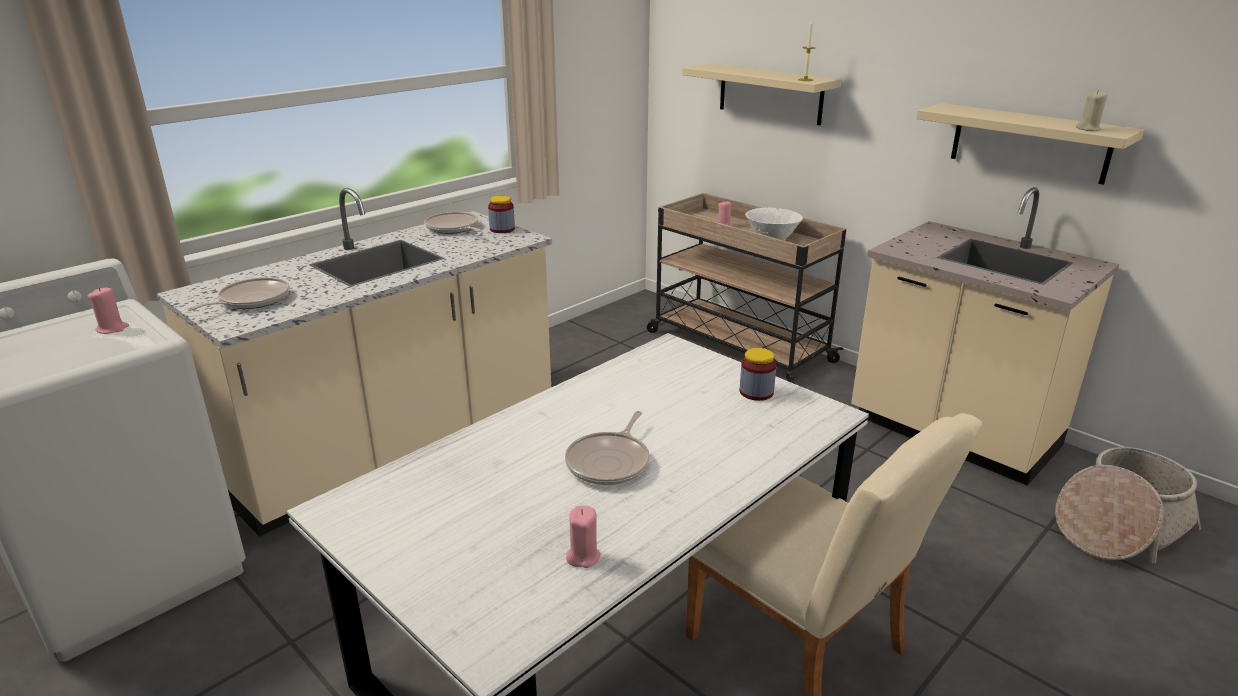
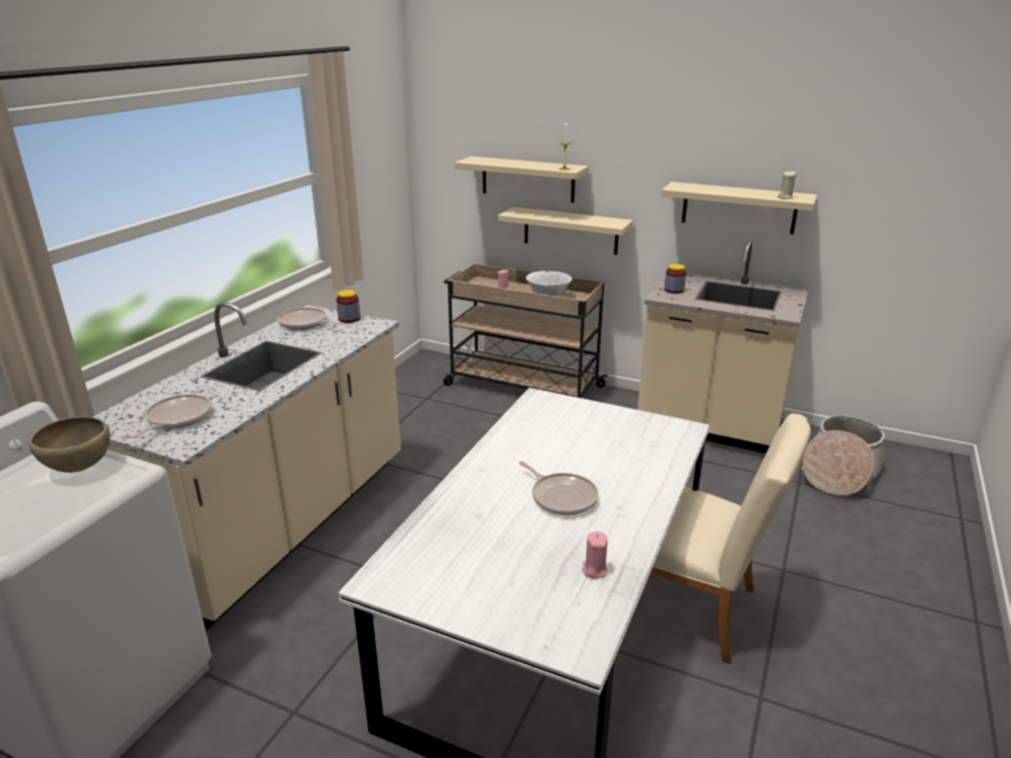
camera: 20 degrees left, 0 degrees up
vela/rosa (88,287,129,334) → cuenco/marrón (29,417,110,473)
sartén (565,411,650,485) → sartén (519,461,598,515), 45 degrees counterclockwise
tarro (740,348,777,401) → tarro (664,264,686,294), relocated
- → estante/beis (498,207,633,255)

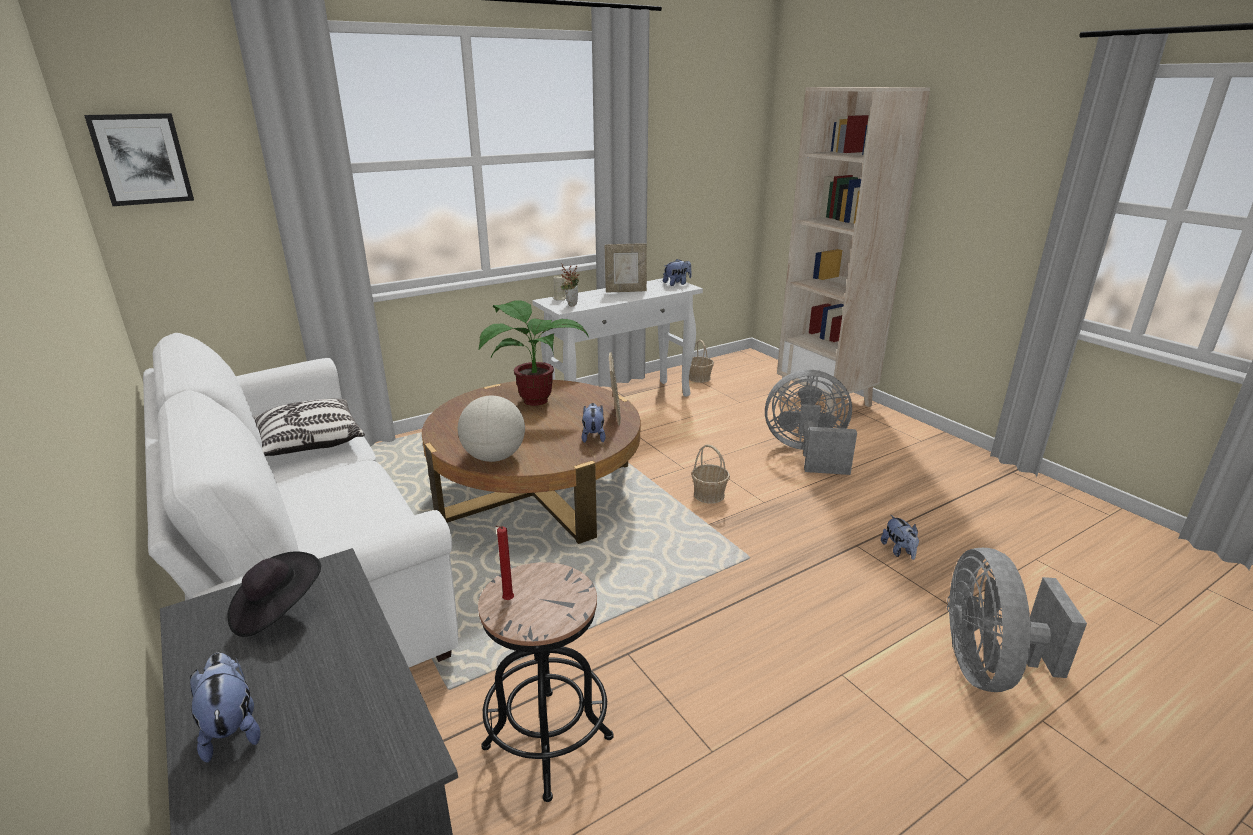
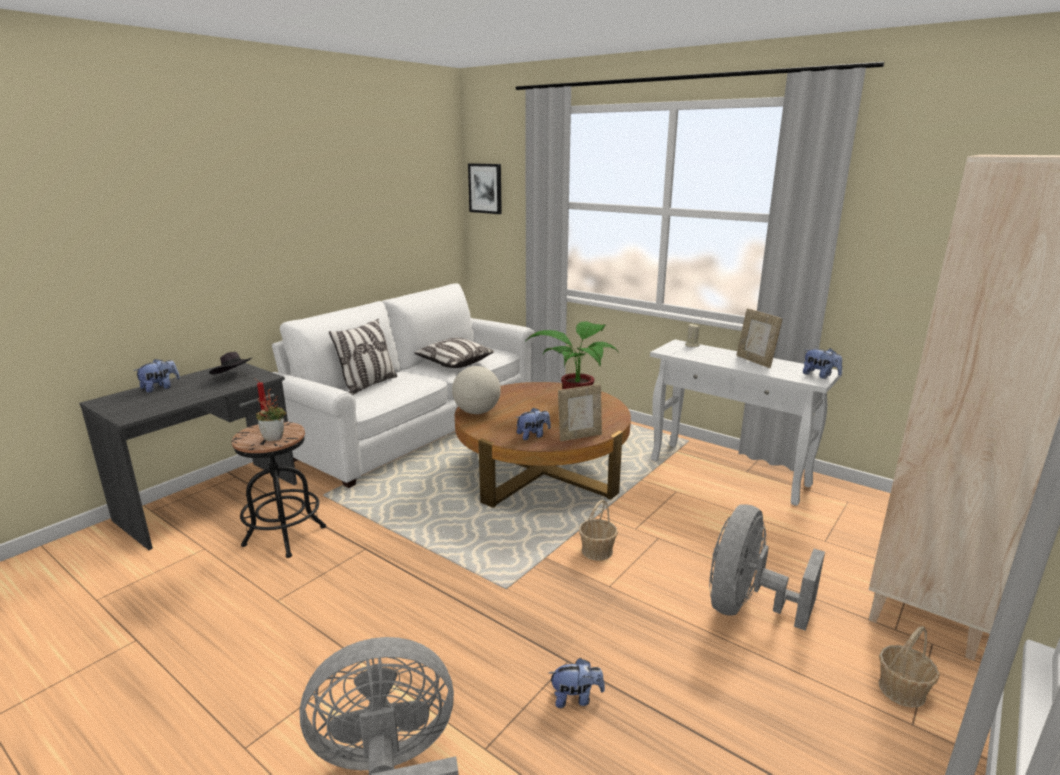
camera: 70 degrees right, 5 degrees down
planta en maceta (561,263,579,307) → planta en maceta (256,389,286,441), relocated
cesta (689,340,714,383) → cesta (879,626,940,707), relocated
ventilador/gris (765,370,857,475) → ventilador/gris (709,504,825,631), 135 degrees counterclockwise
peluche (881,515,919,560) → peluche (549,658,605,708), 150 degrees counterclockwise
- → cojín (329,319,397,395)

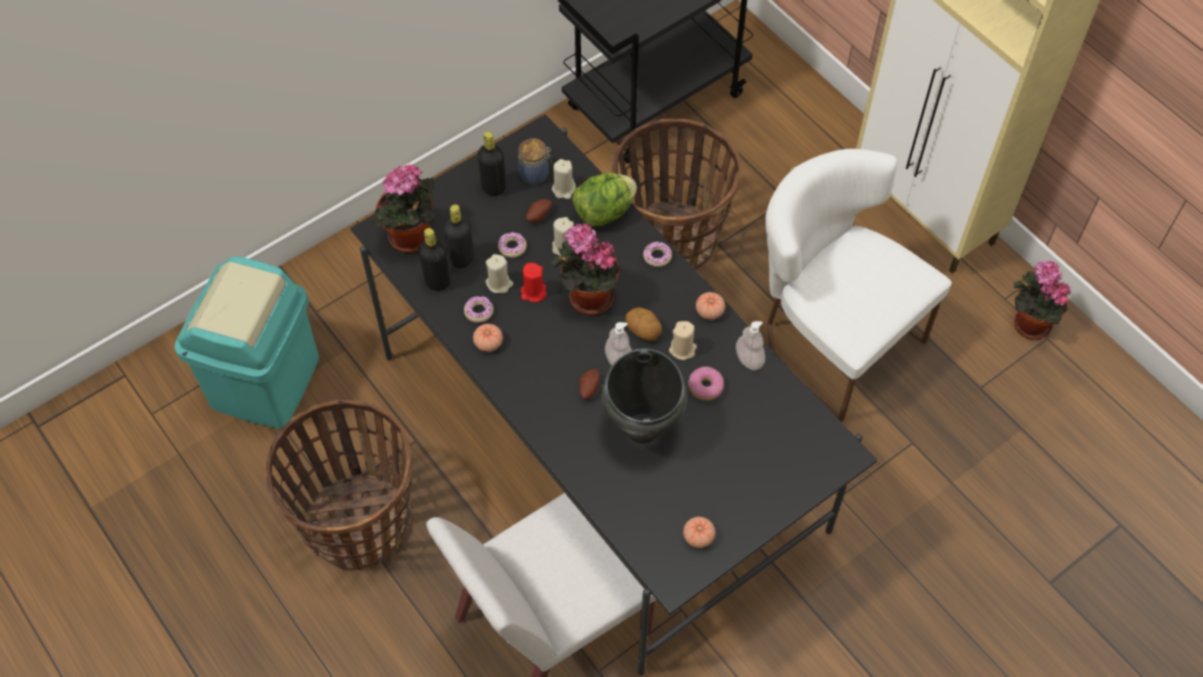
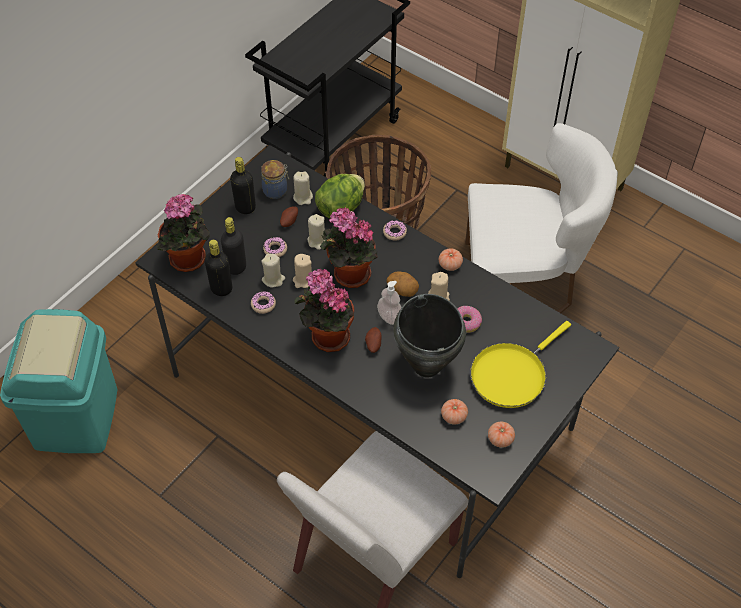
camera: 15 degrees left, 5 degrees down
cesta (266,400,412,570) → -
tomate (473,324,503,352) → tomate (441,399,468,424), relocated
vela/rojo (521,263,546,302) → vela/beis (293,254,312,288)
dispensador de jabón (736,321,765,370) → -
silla/blanco (765,149,952,422) → silla/blanco (465,123,618,313), 150 degrees clockwise
planta en maceta (1014,260,1071,340) → planta en maceta (294,269,354,352), relocated
- → sartén/amarillo (470,321,571,408)

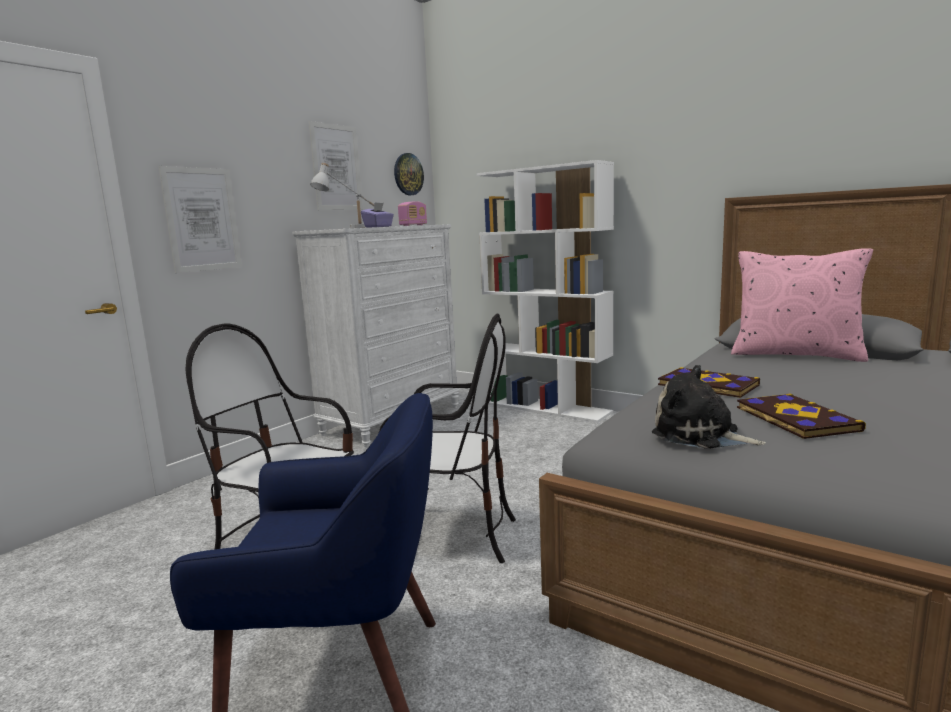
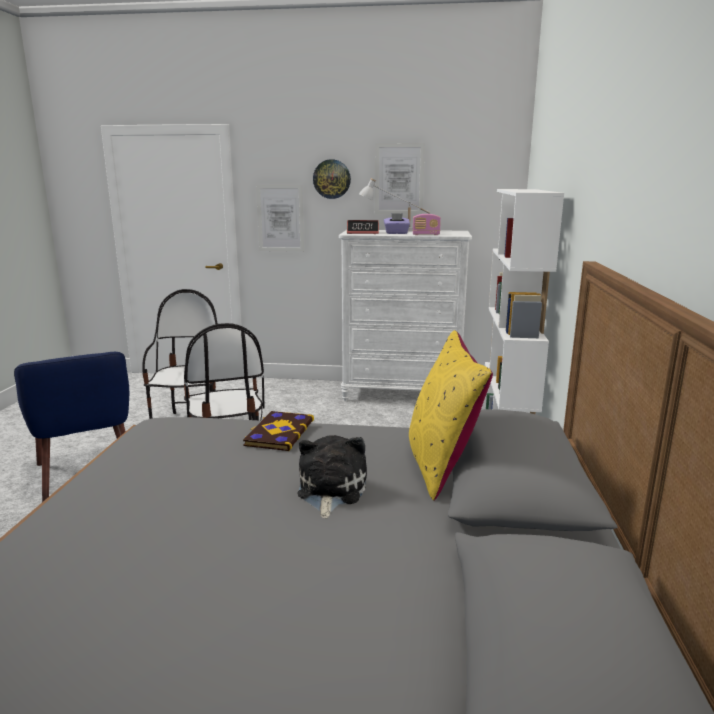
camera: 60 degrees right, 5 degrees up
reloj de pared (394,153,424,195) → reloj de pared (313,159,351,199), relocated
peluche (652,365,766,449) → peluche (298,435,367,519), relocated
cojín/rosa (731,248,873,362) → cojín/amarillo (409,330,493,501)
libro (737,393,866,439) → -
- → despertador (347,220,379,234)

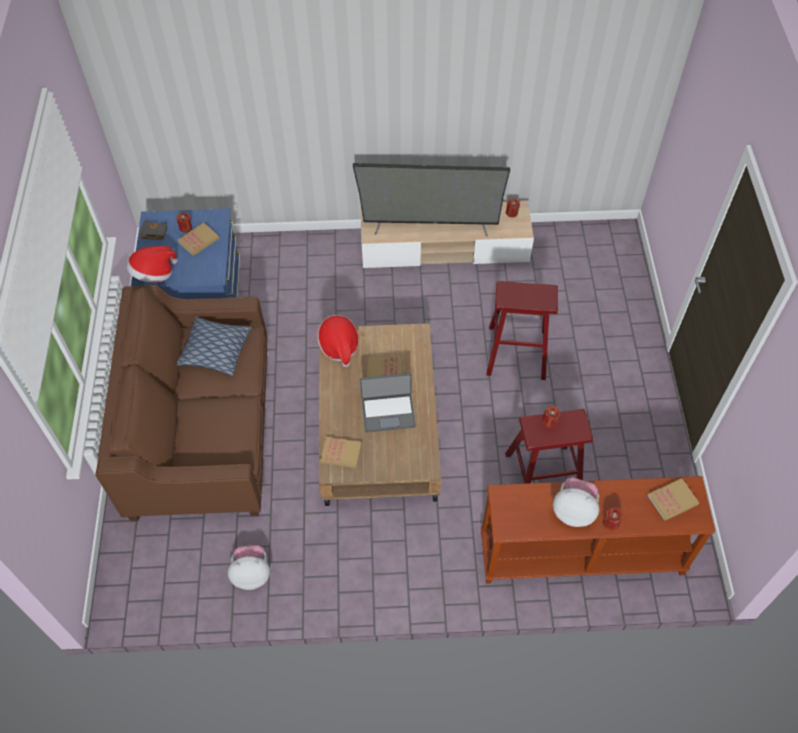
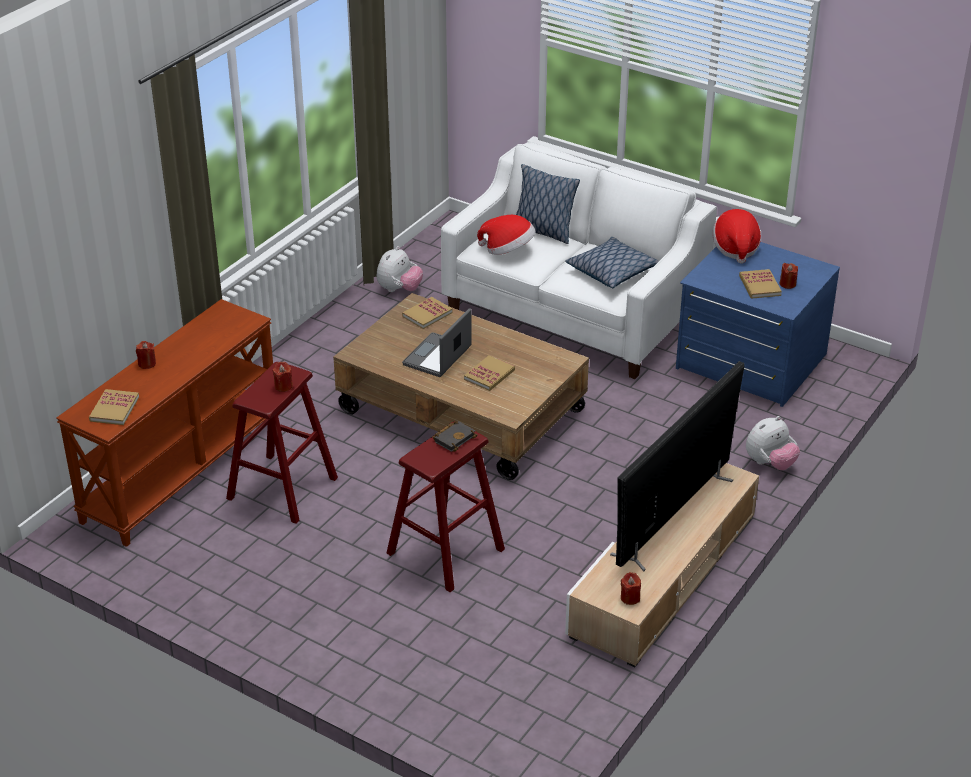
camera: 125 degrees right, 20 degrees down
sofá/marrón (95,285,268,521) → sofá/blanco (441,142,717,379)
libro/negro (139,221,168,240) → libro/negro (432,421,478,452), relocated
sombrero (317,315,359,367) → sombrero (477,215,535,255), relocated
peluche (553,477,600,527) → peluche (746,416,800,470), relocated
- → cojín (516,164,580,244)

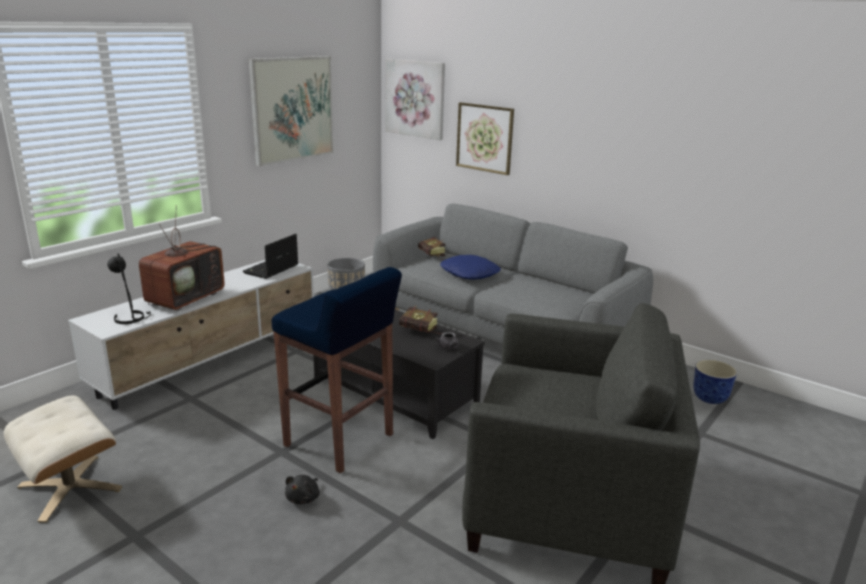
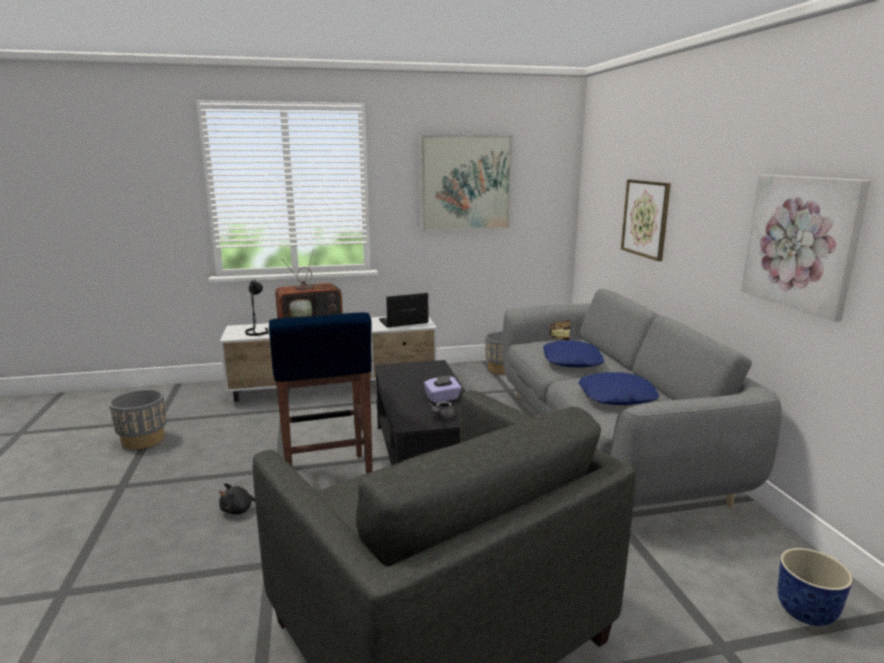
camera: 40 degrees right, 5 degrees down
puf/beis (4,396,122,523) → maceta/gris (109,389,167,449)
cuadro (386,59,445,140) → cuadro (741,175,871,322), relocated
libro (399,306,442,334) → caja de pañuelos/morado (424,375,461,403)
- → cojín/azul (579,372,659,405)

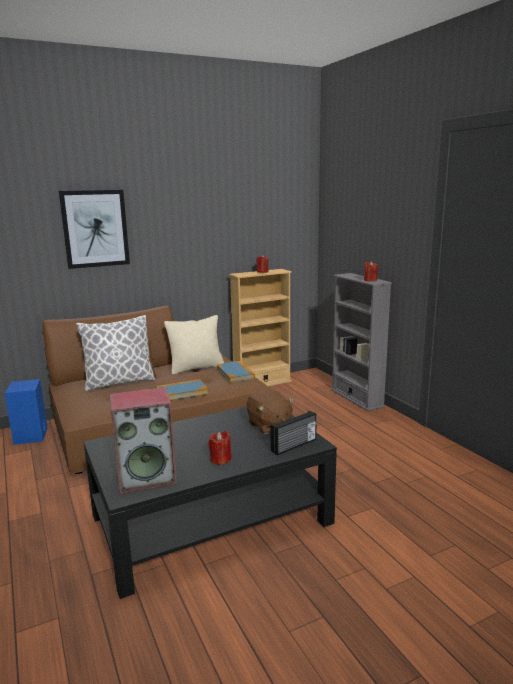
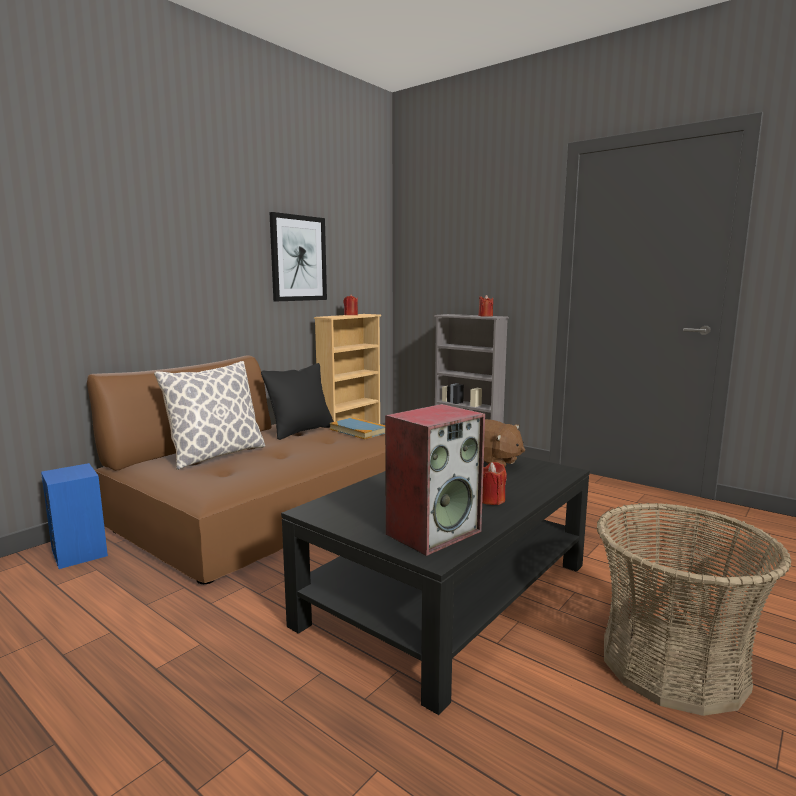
camera: 25 degrees left, 5 degrees down
cuadro (59,190,130,269) → cuadro (269,212,327,301), relocated
libro (156,379,208,400) → -
cojín/beis (164,315,224,374) → cojín/negro (261,363,334,440)
radio (270,411,317,455) → -
- → cesta (597,503,792,716)

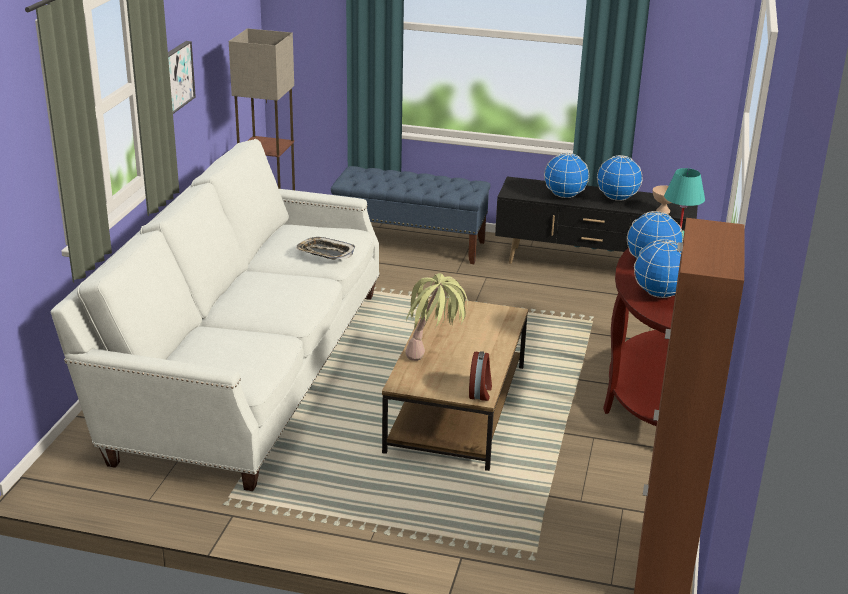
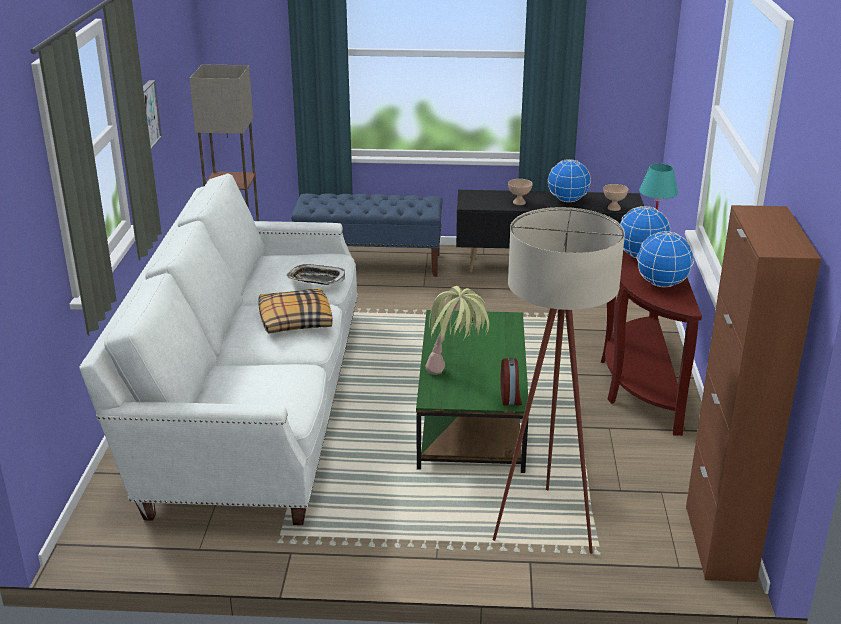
camera: 10 degrees left, 0 degrees up
mesa de centro/marrón (382,296,528,471) → mesa de centro/verde (416,310,528,473)
globo terráqueo (544,153,589,198) → cuenco/beis (508,179,533,205)
- → cojín (258,288,333,334)
- → lámpara de pie/beis (493,207,625,554)

